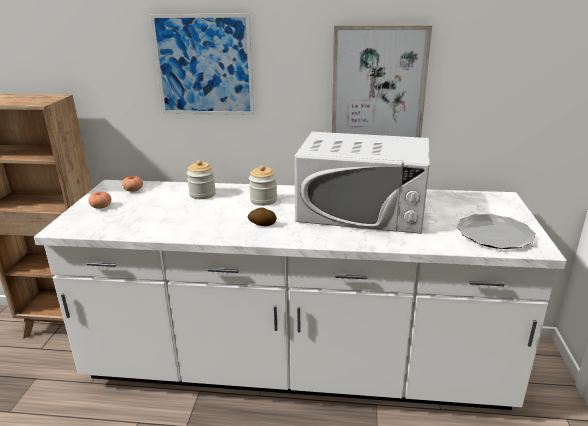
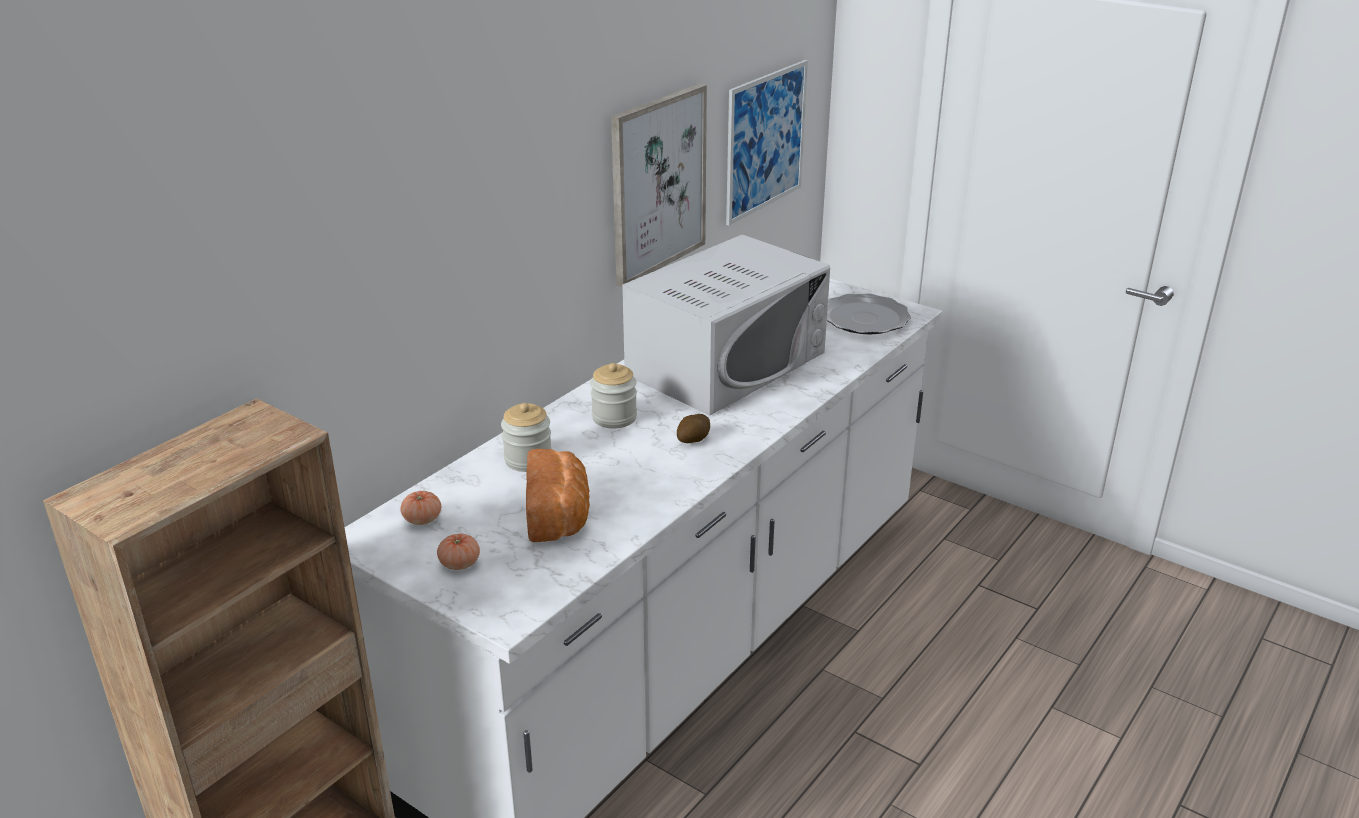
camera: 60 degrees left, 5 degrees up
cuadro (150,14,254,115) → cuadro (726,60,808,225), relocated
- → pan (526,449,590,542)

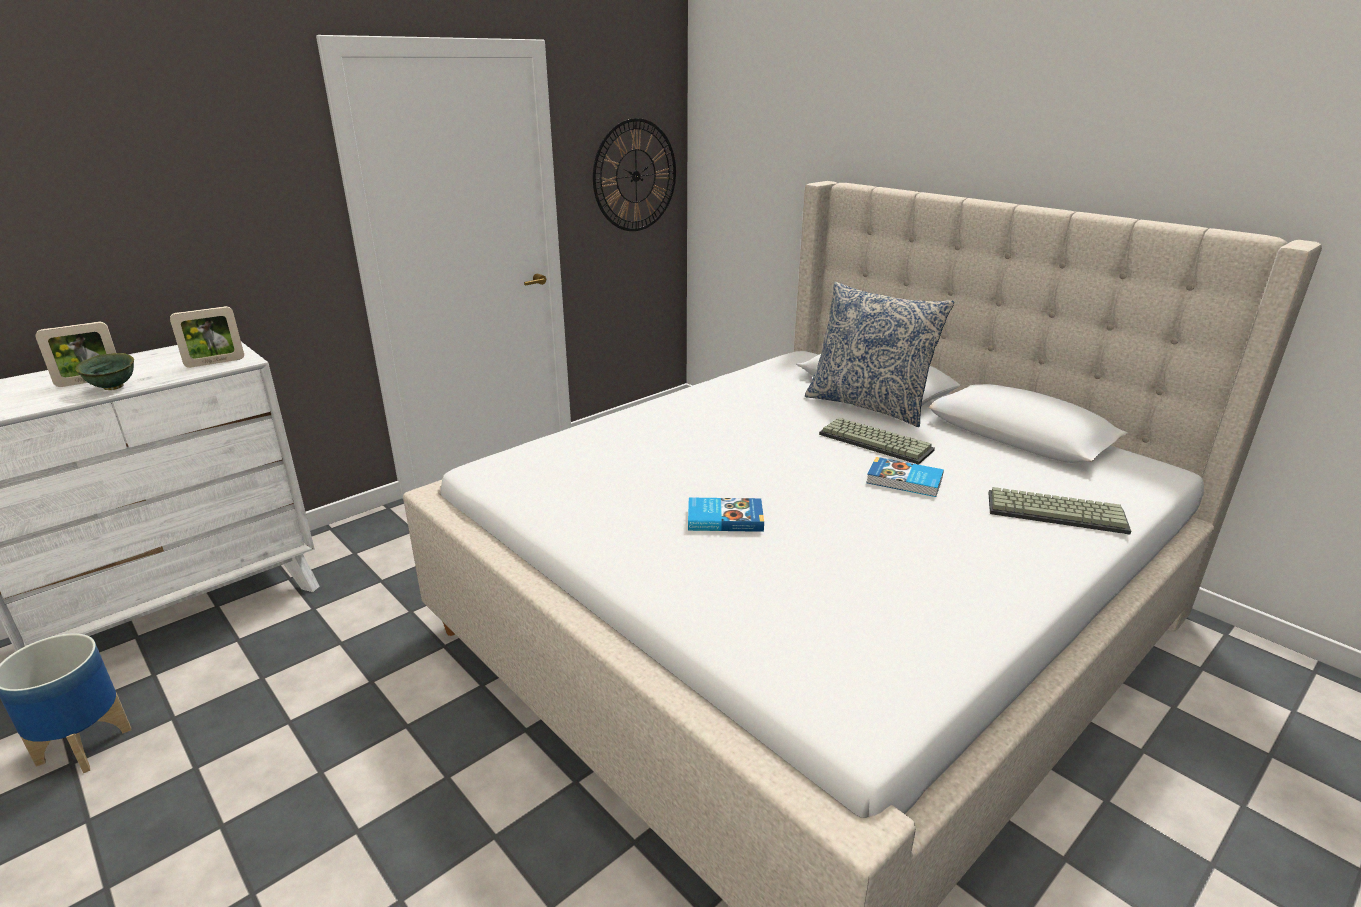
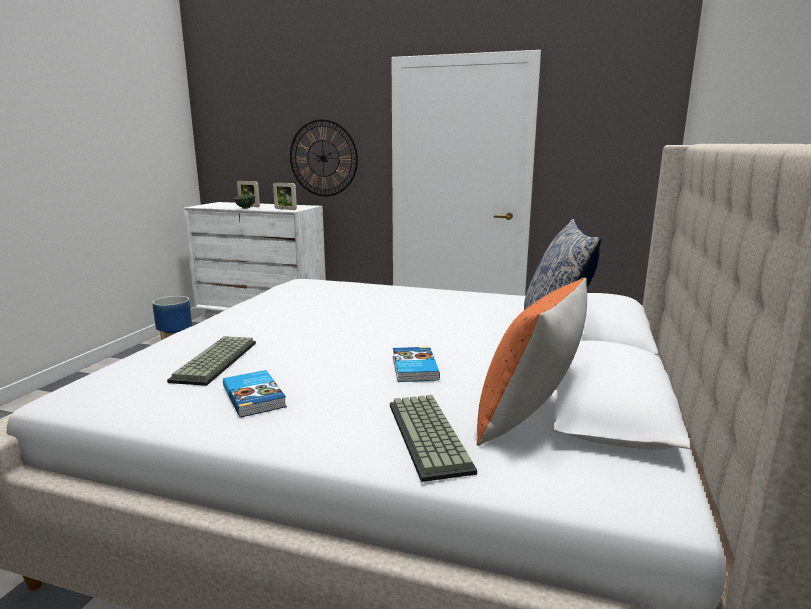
camera: 60 degrees right, 10 degrees down
reloj de pared (593,118,676,231) → reloj de pared (290,119,358,196), relocated
libro (688,498,764,532) → libro (223,370,287,418), relocated
teclado (819,417,935,465) → teclado (167,336,256,386), relocated
- → cojín/naranja (477,277,587,446)

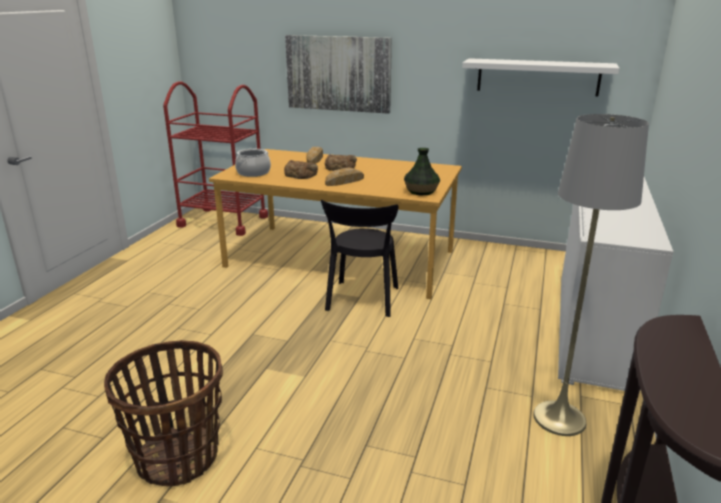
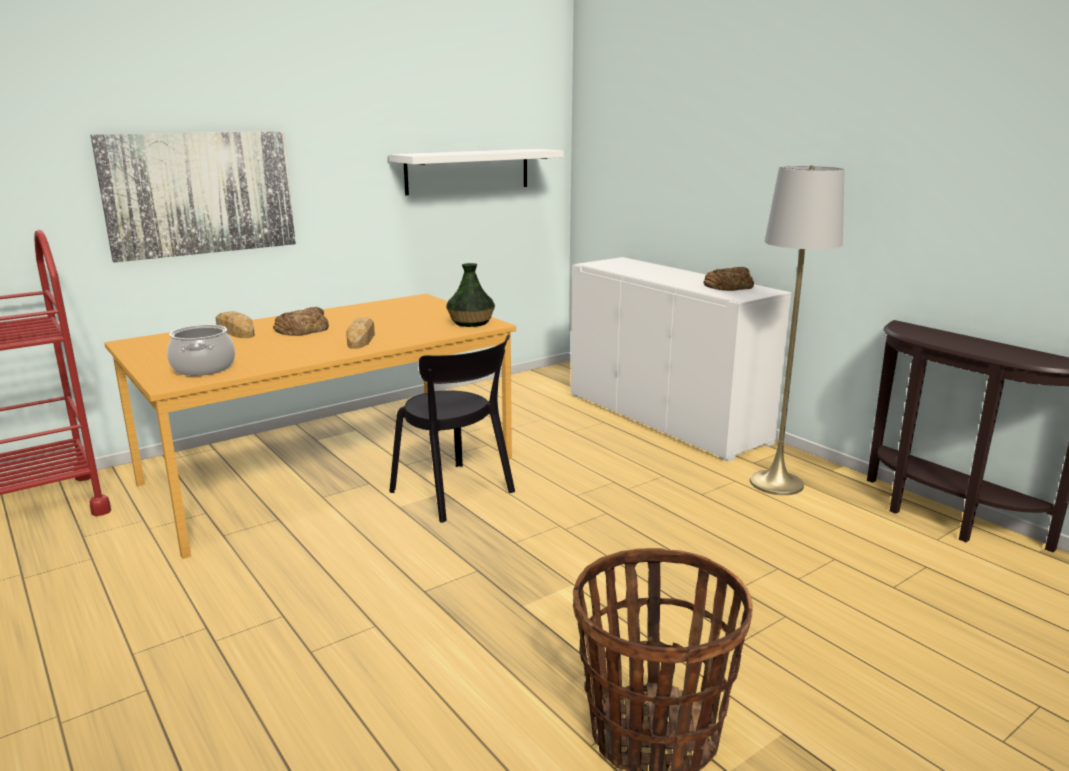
camera: 55 degrees left, 5 degrees down
pan (284,160,318,179) → pan (703,267,754,291), relocated

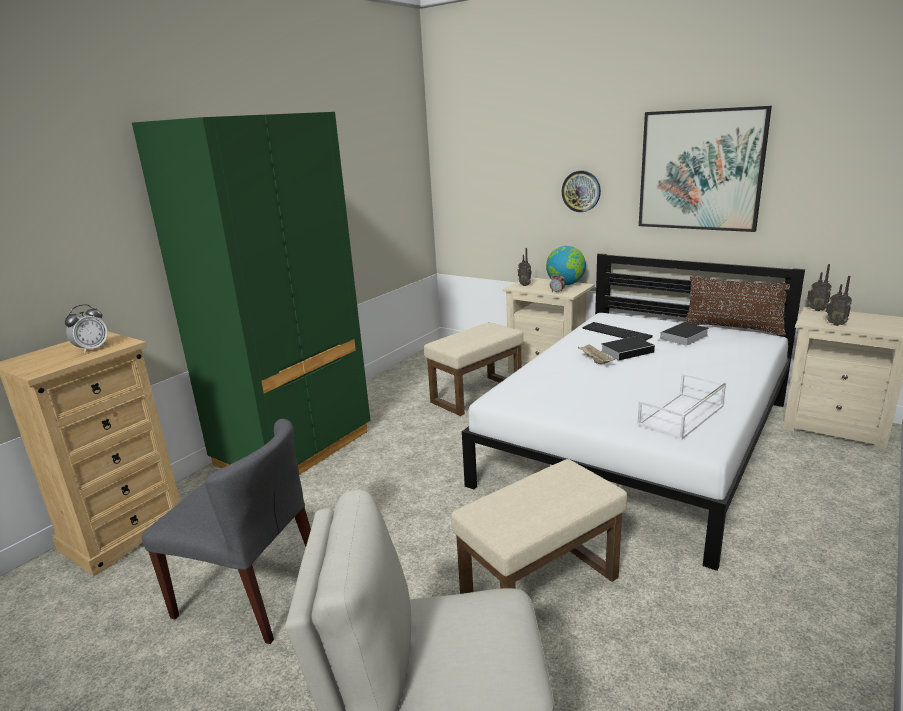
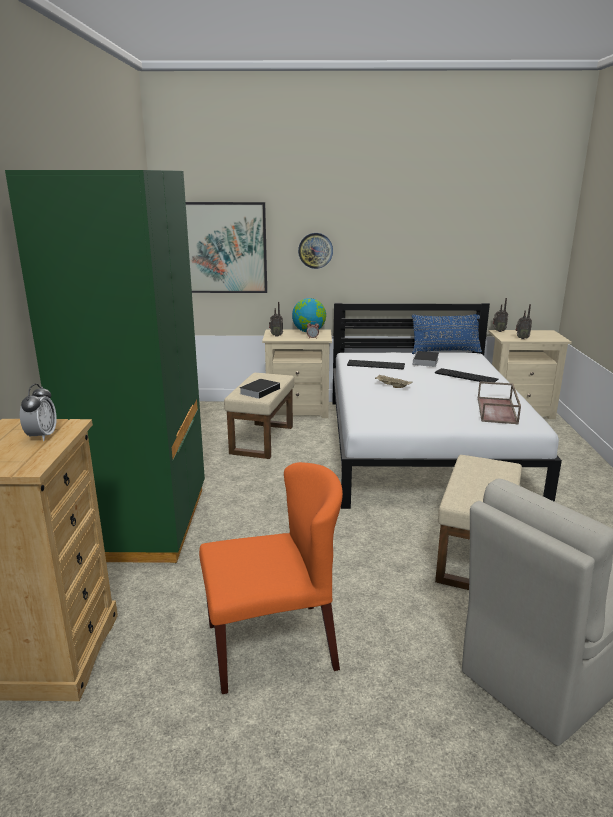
camera: 35 degrees left, 0 degrees up
silla/gris (142,419,311,644) → silla/naranja (199,462,343,694)
libro (601,336,657,360) → libro (239,379,280,399), relocated
bandeja/blanco (637,373,726,440) → bandeja/marrón (478,381,521,425)
cuadro (639,106,772,232) → cuadro (186,202,267,293), relocated
cojín/marrón (684,275,790,336) → cojín/azul (412,314,482,354)
- → teclado (435,368,498,382)

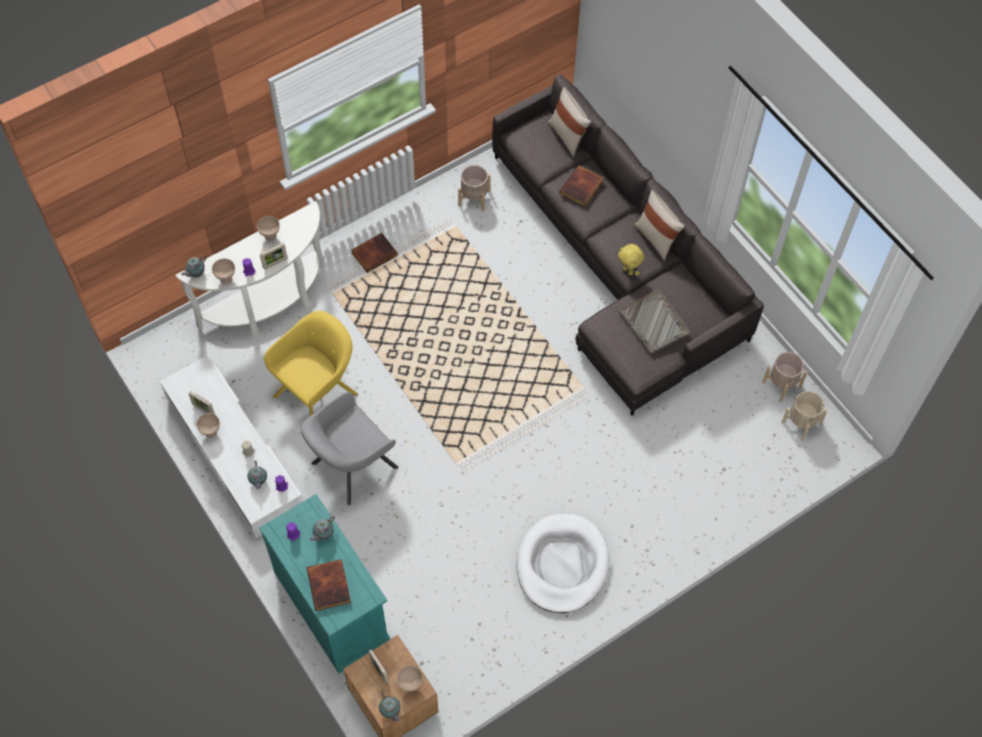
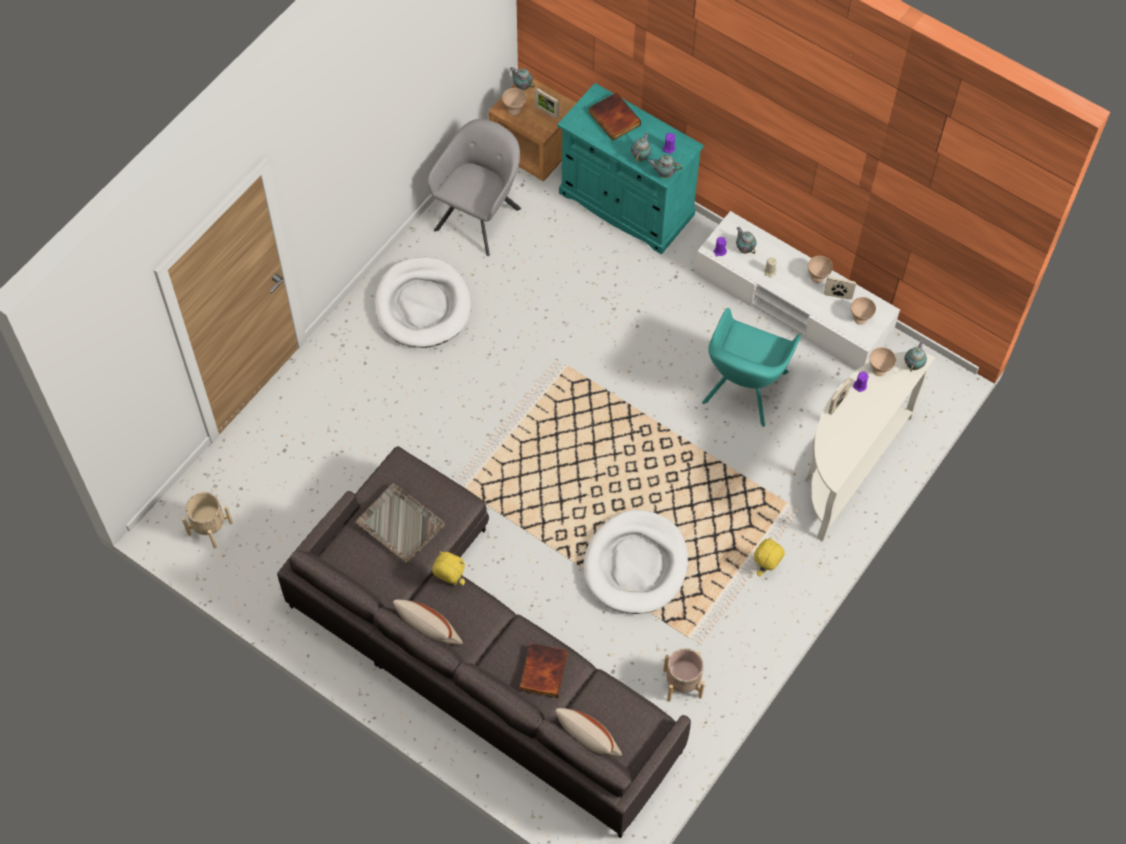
camera: 160 degrees right, 0 degrees up
cuenco/beis (257,216,280,241) → cuenco/beis (851,297,876,325), relocated
sillón/amarillo (264,311,358,416) → sillón/turquesa (702,308,801,427)
sillón/gris (300,392,399,505) → sillón/gris (427,119,521,256), relocated
libro (352,233,398,273) → peluche/amarillo (754,537,785,577)
maceta/beis (762,352,808,401) → -
- → cama para perro/blanco (583,510,688,614)
- → tetera (648,155,683,178)

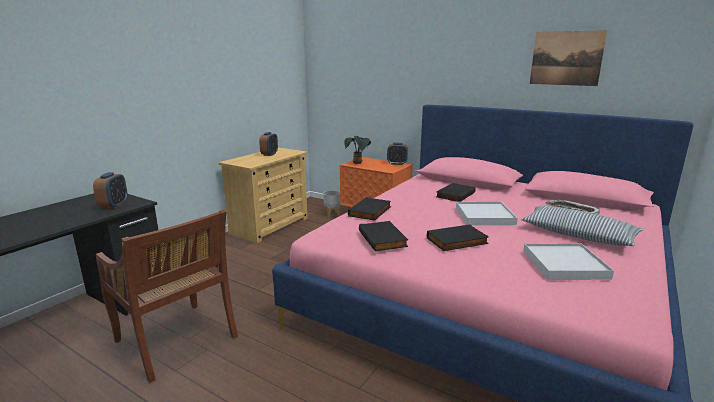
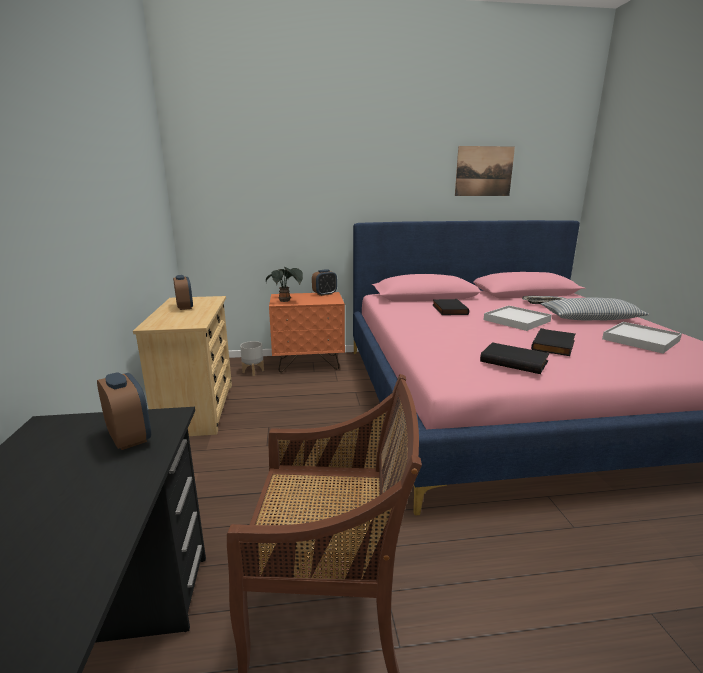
camera: 40 degrees left, 0 degrees up
libro/negro (348,197,391,221) → -

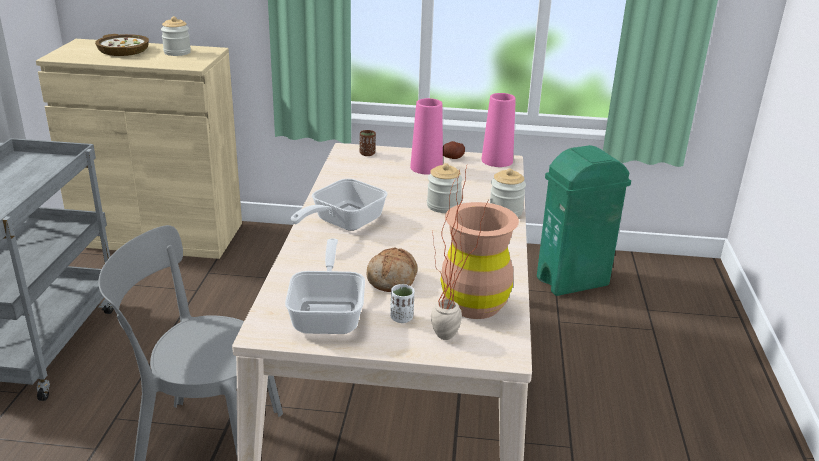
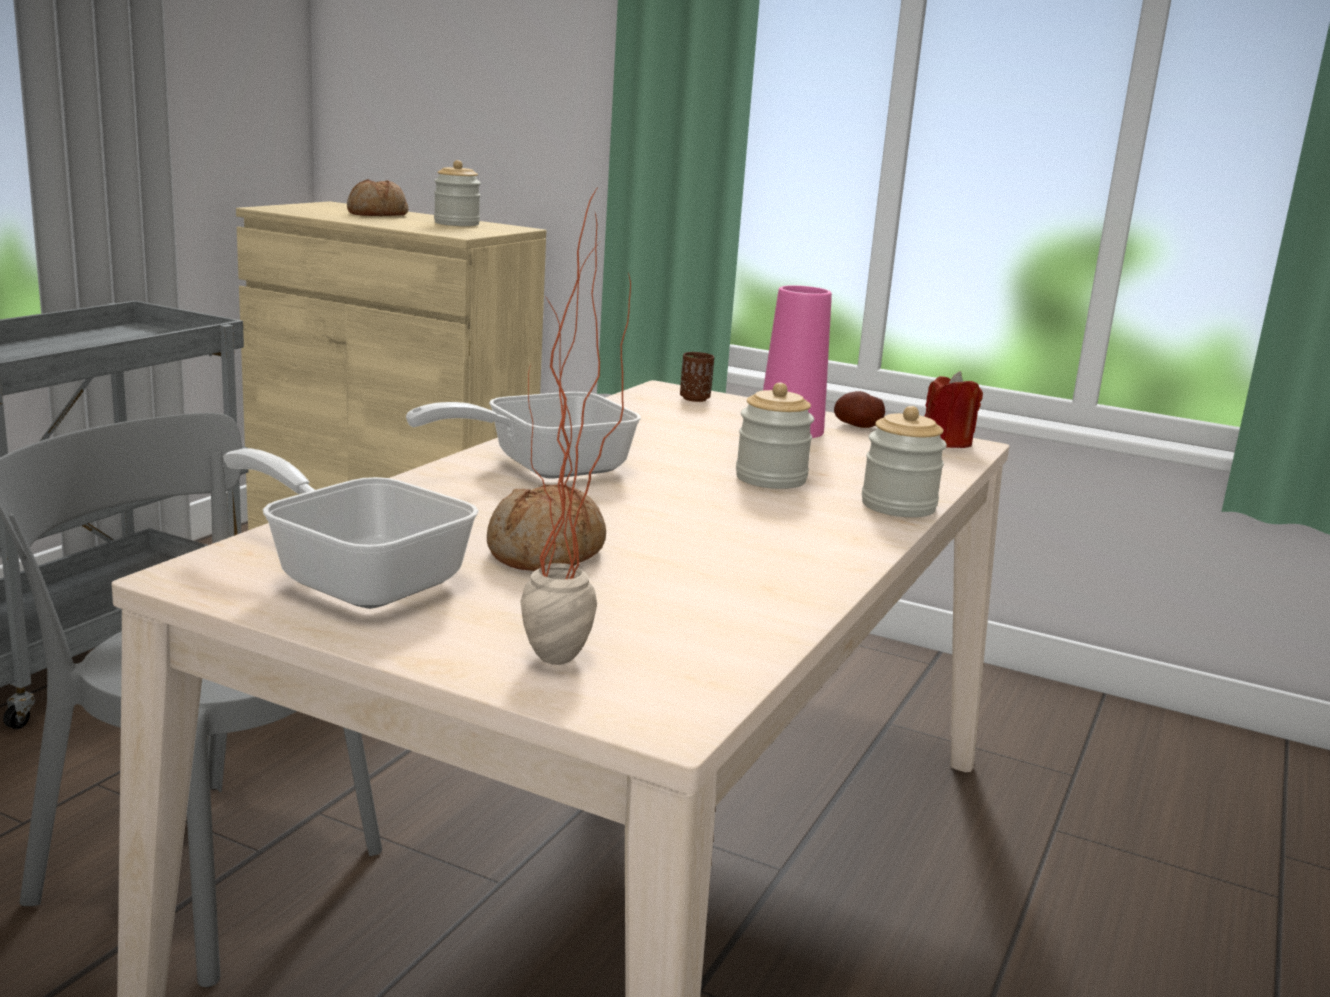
camera: 20 degrees right, 10 degrees down
cuenco (95,34,149,56) → pan (347,179,408,216)
sartén (285,239,365,334) → sartén (223,448,479,609), 75 degrees counterclockwise
taza/blanco (390,284,414,323) → -
florero/marrón (440,202,519,319) → -
florero/rosa (481,93,516,167) → vela/rojo (925,371,983,448)
papelera/verde (537,145,631,296) → -

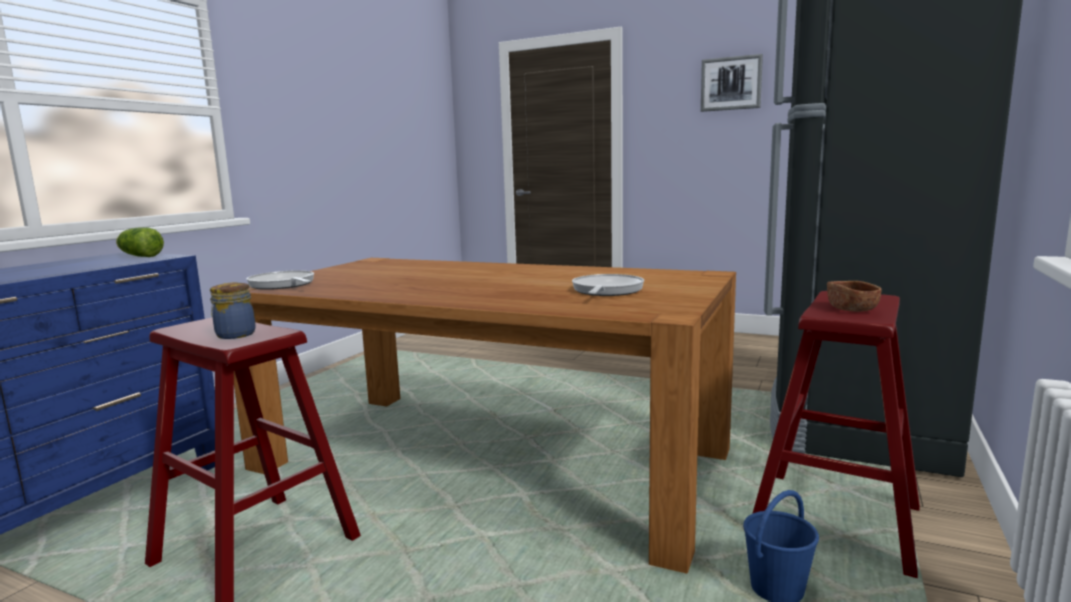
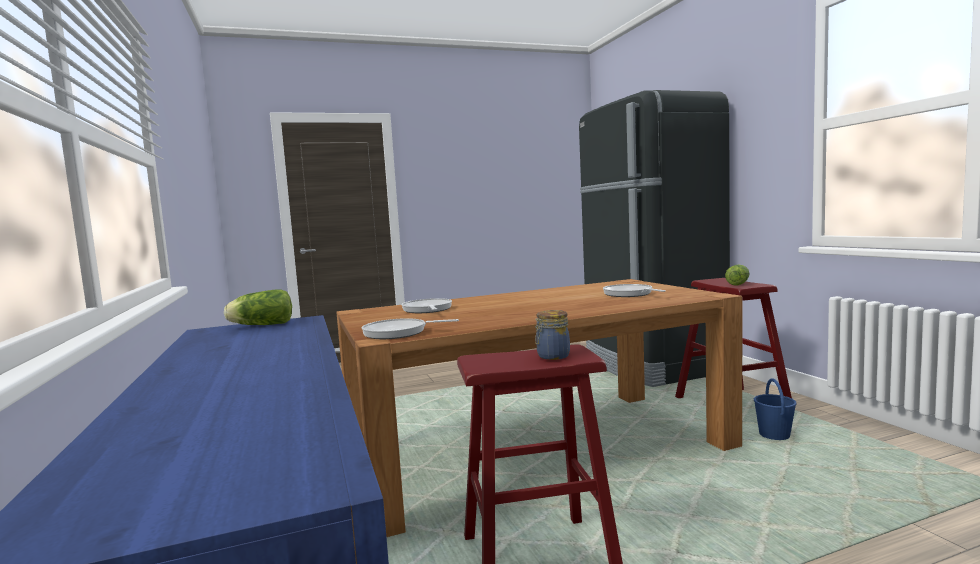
camera: 45 degrees left, 5 degrees down
cuadro (701,54,763,112) → -
cuenco/marrón (827,281,881,312) → lechuga (725,265,750,285)
- → sartén (402,298,452,313)

